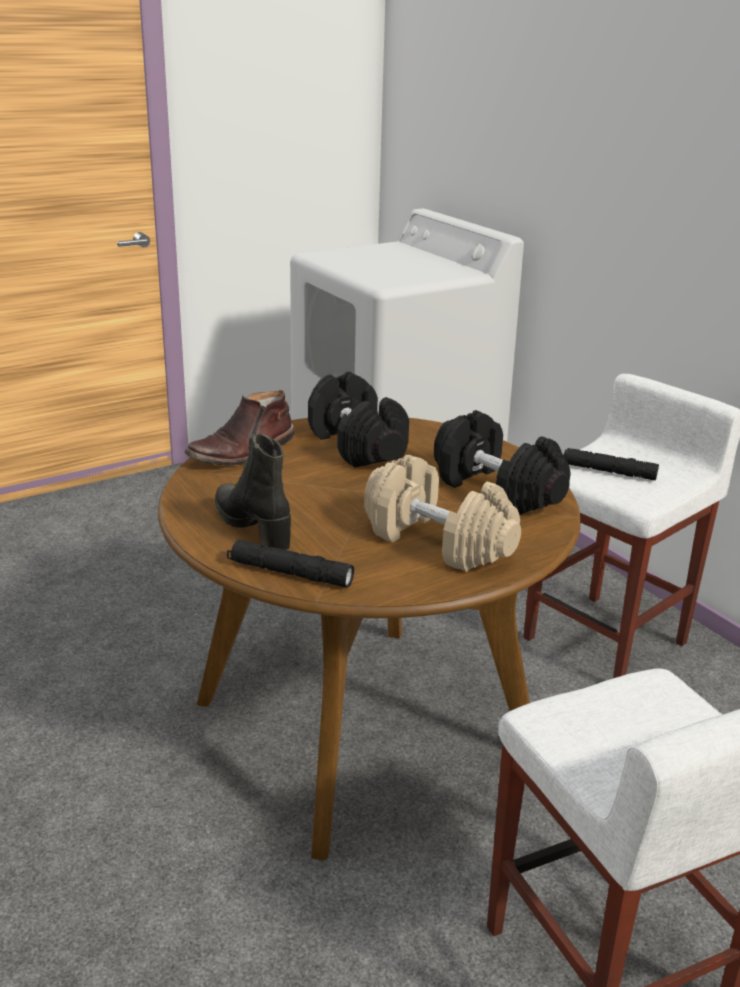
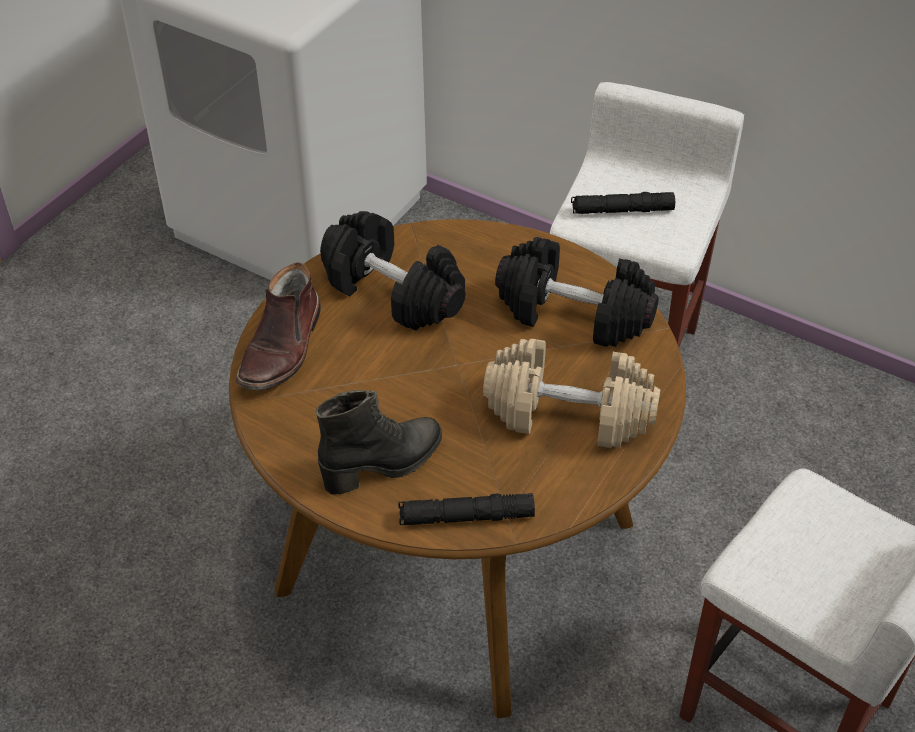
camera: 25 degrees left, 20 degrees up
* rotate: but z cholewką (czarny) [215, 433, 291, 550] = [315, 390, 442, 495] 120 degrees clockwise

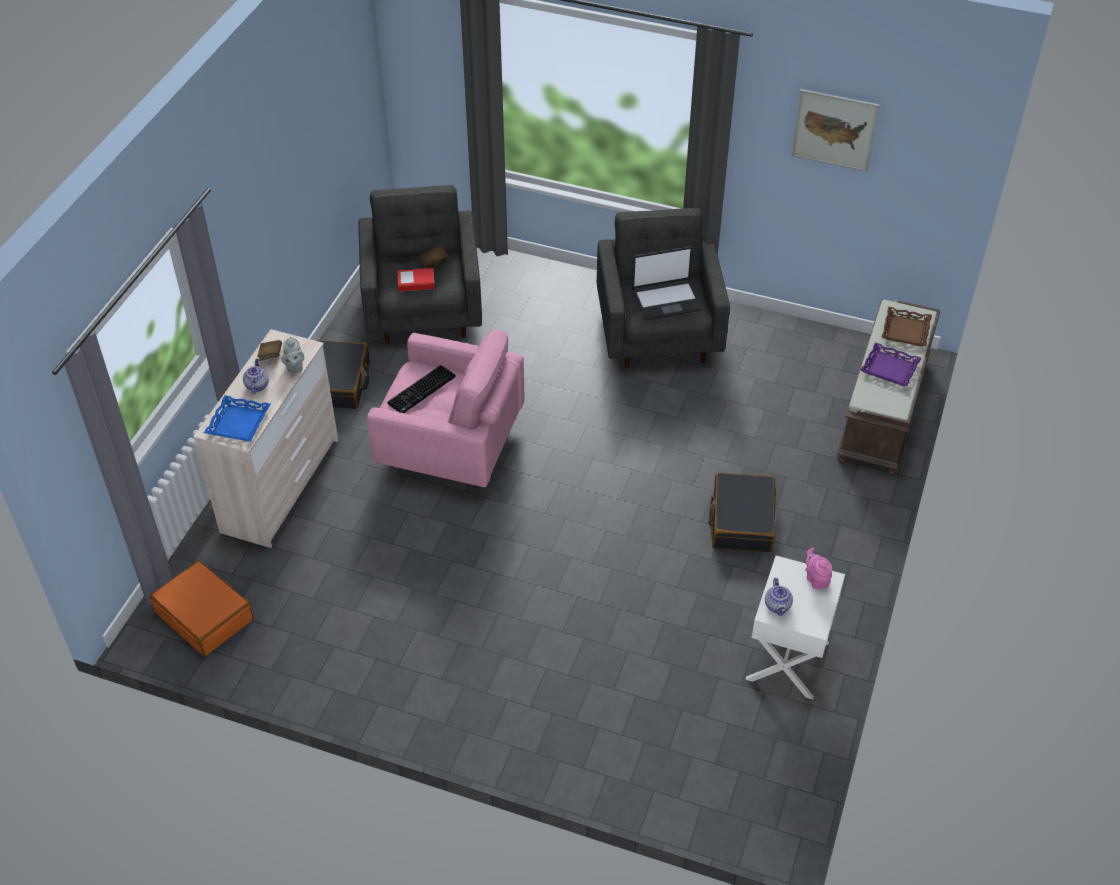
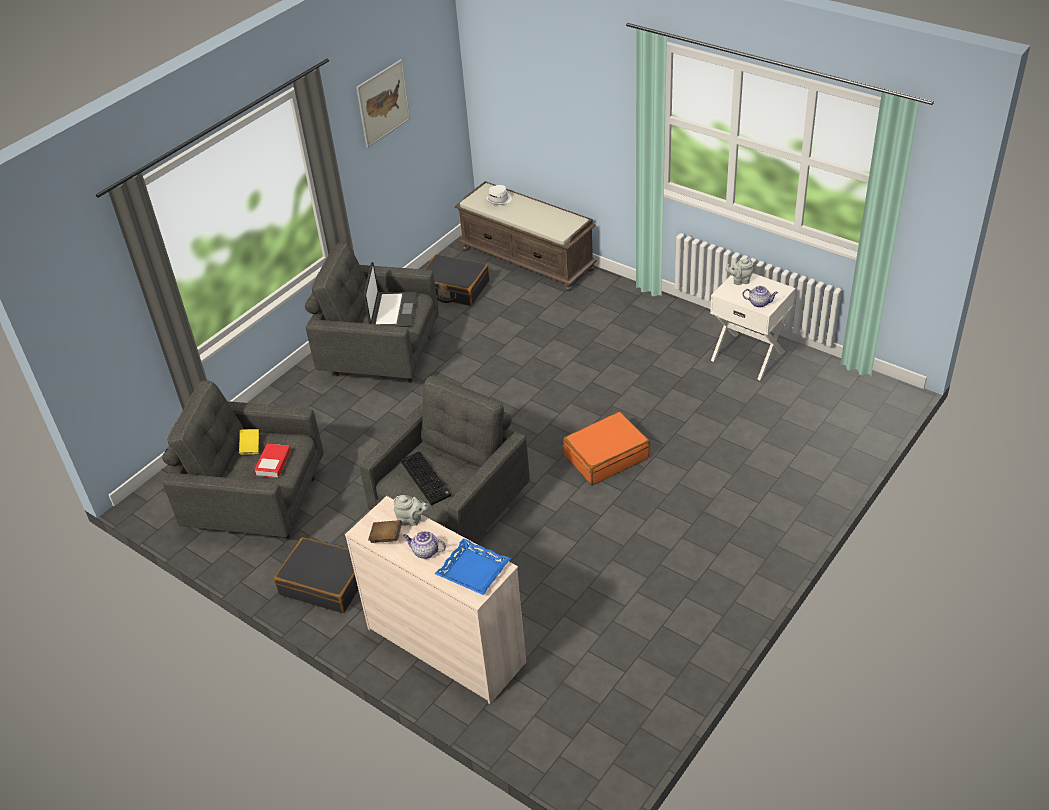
camera: 70 degrees left, 5 degrees down
* delete: taca (fioletowy) [860, 342, 922, 386]
* move: walizka (pomarańczowy) [150, 560, 253, 656] to [563, 411, 650, 485]
* move: walizka (czarny) [709, 473, 776, 553] to [424, 254, 489, 306]
* replace: taca (brązowy) [881, 307, 932, 346] to kapelusz (biały) [485, 185, 512, 205]
* recolor: fotel (różowy) [367, 330, 524, 487] to fotel (szary) [359, 375, 530, 543]
* recolor: książka (brązowy) [420, 244, 449, 268] to książka (żółty) [239, 429, 259, 454]
* recolor: imbryk (różowy) [805, 547, 832, 590] to imbryk (szary) [725, 258, 753, 285]

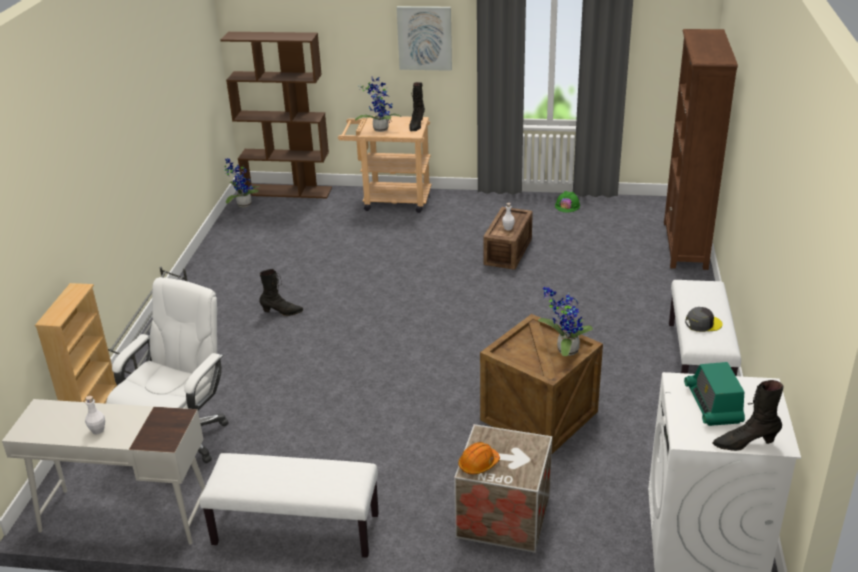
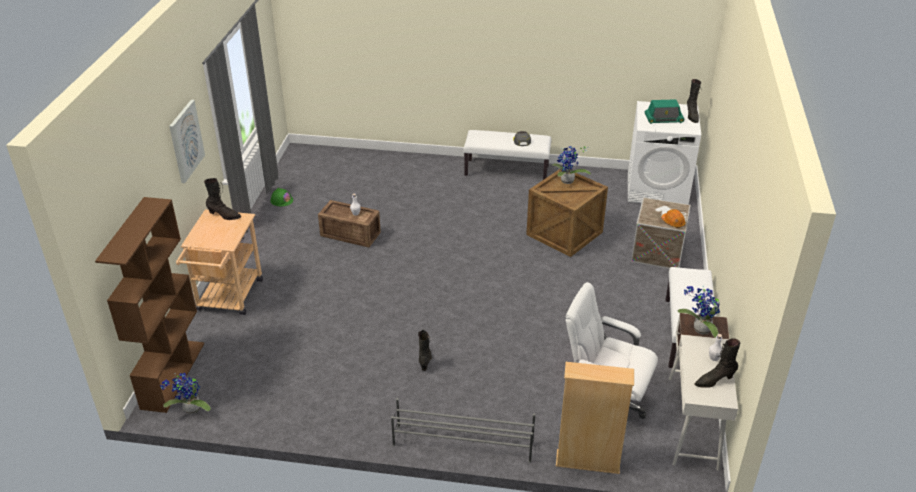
camera: 90 degrees left, 5 degrees up
* delete: regał (brązowy) [664, 29, 738, 270]
* insert: but z cholewką (czarny) [694, 338, 740, 388]
* move: roślina doniczkowa [355, 77, 401, 132] to [677, 286, 720, 338]

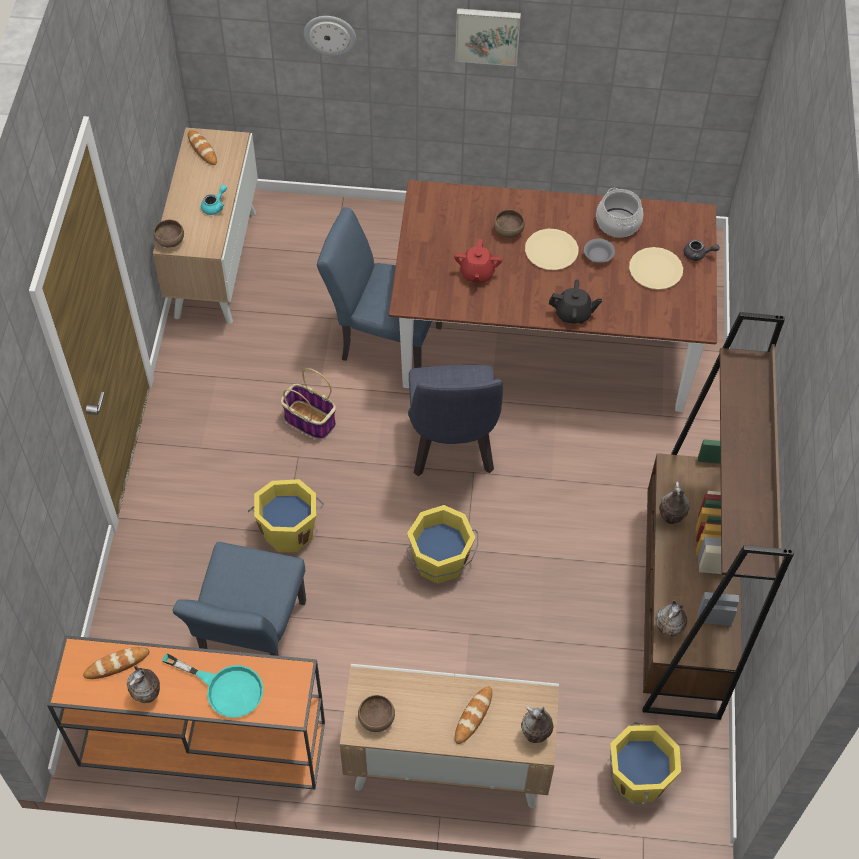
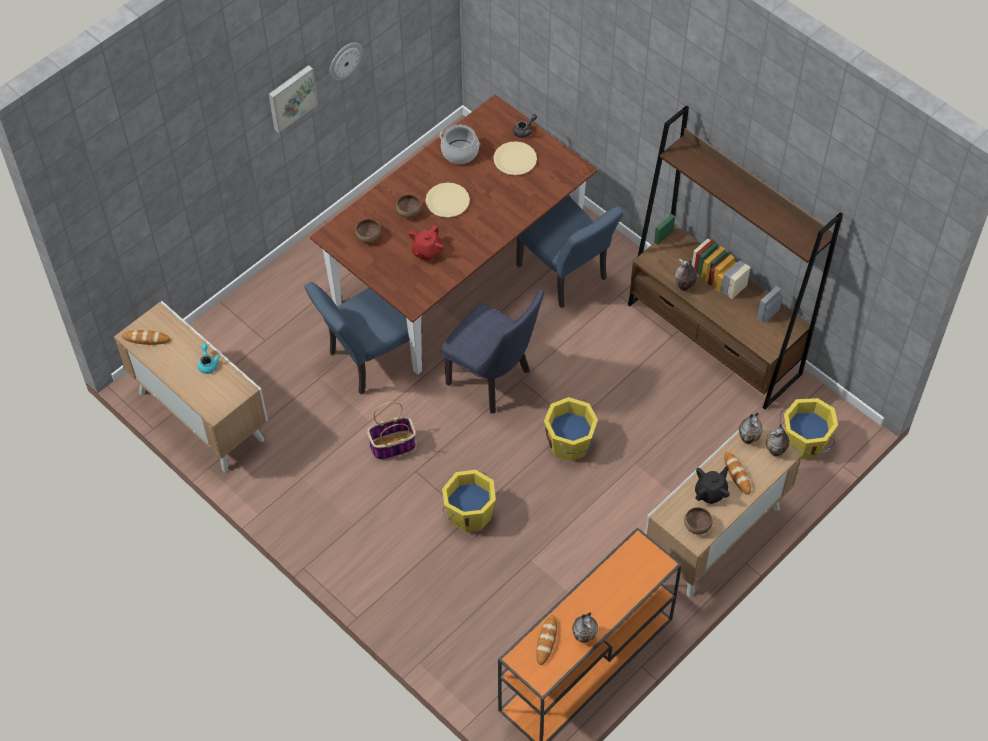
camera: 50 degrees left, 0 degrees up
* delete: patelnia (turkusowy) [162, 653, 263, 717]
* delete: miska (szary) [584, 239, 615, 263]
* move: miska (brązowy) [153, 220, 184, 248] to [355, 219, 381, 243]
* move: krzesło (niebieski) [173, 542, 306, 656] to [516, 195, 624, 308]
* move: zegar ścienny [304, 16, 356, 56] to [329, 42, 363, 81]
* move: imbryk (czarny) [549, 280, 602, 324] to [695, 466, 730, 504]
* move: wazon [655, 600, 687, 637] to [739, 412, 763, 444]
* rotate: imbryk (czerwony) [454, 239, 502, 283] = [409, 225, 444, 261] 75 degrees clockwise

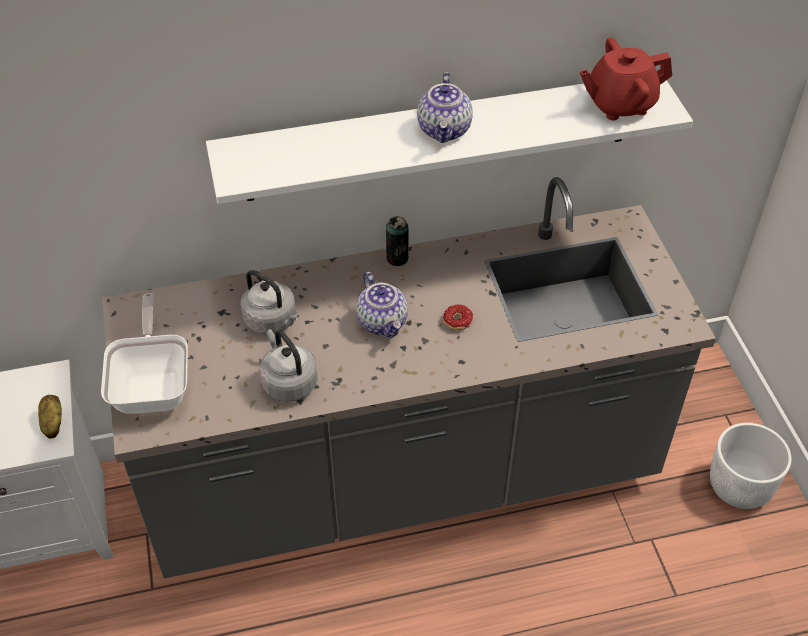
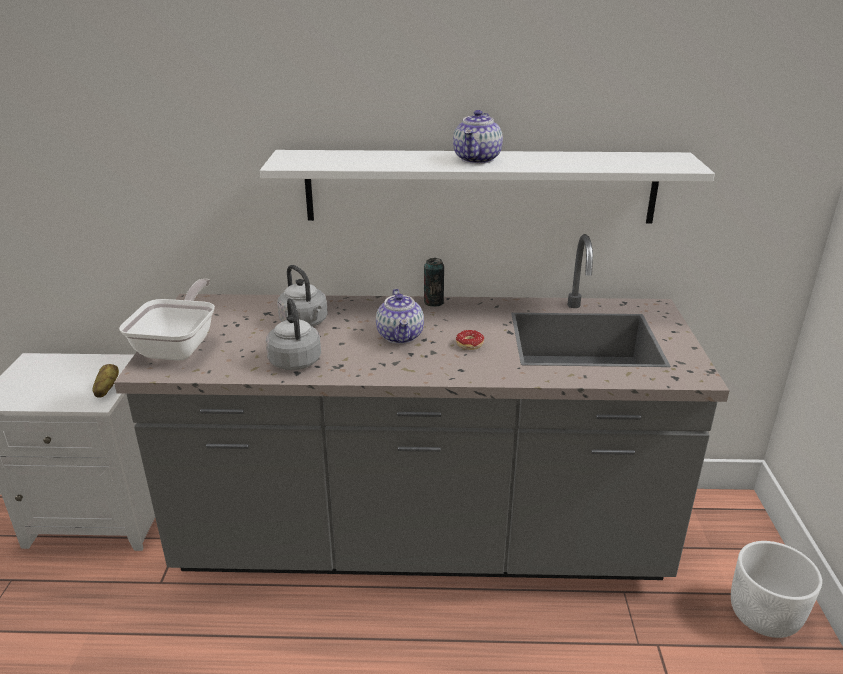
camera: 15 degrees right, 20 degrees down
* delete: imbryk (czerwony) [580, 38, 672, 120]

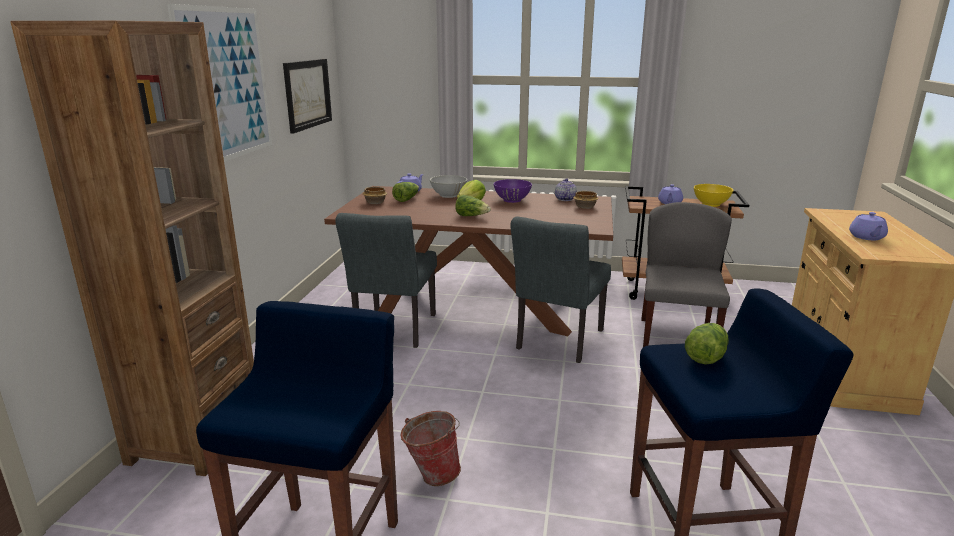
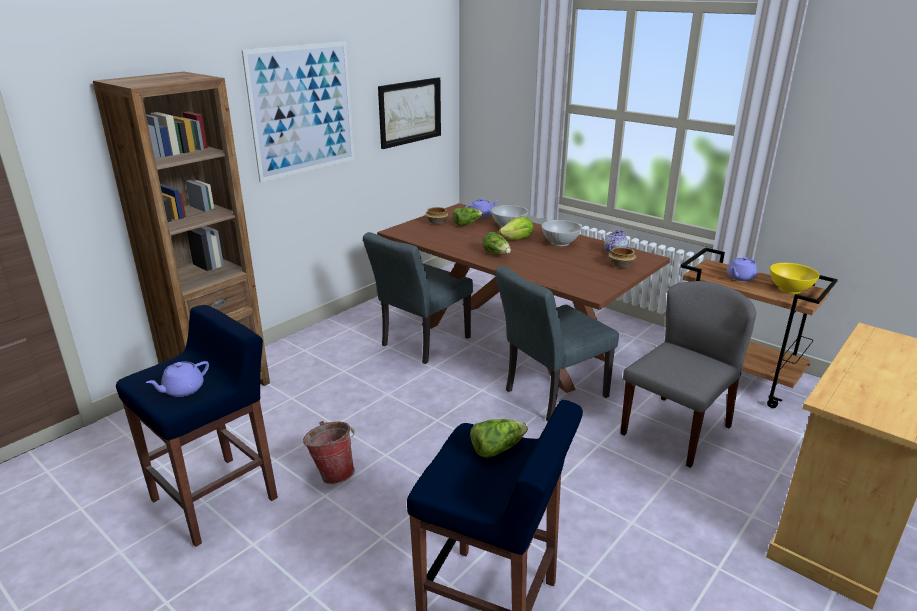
camera: 30 degrees right, 5 degrees up
* move: imbryk (fioletowy) [849, 212, 888, 240] to [146, 361, 209, 397]
* recolor: miska (fioletowy) [493, 179, 532, 203] to miska (biały) [541, 220, 582, 246]

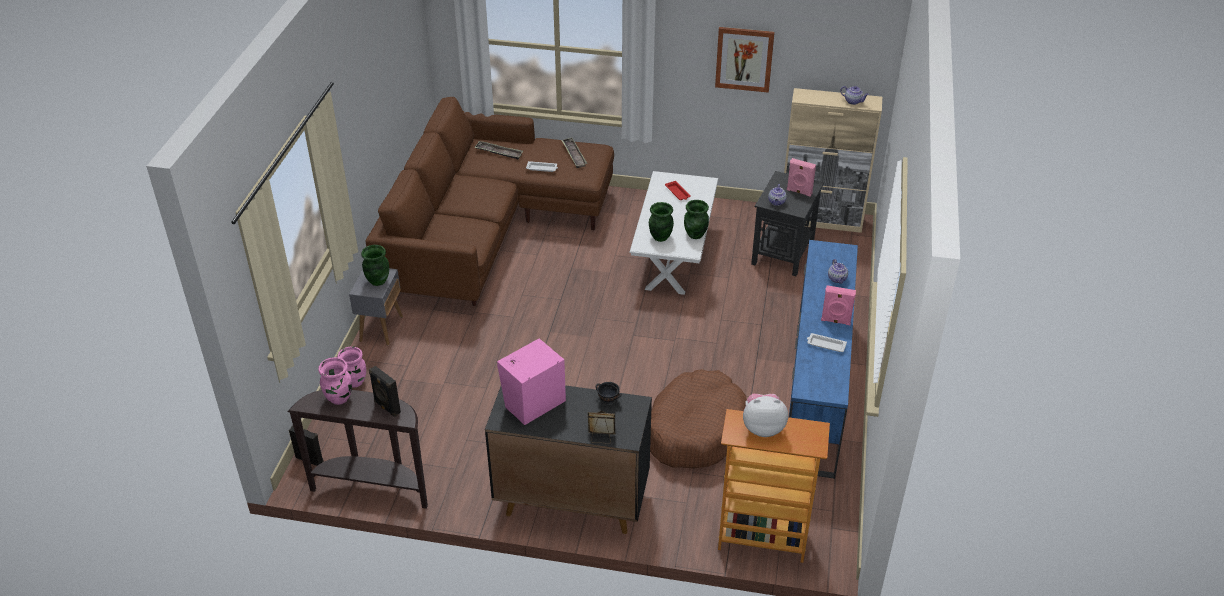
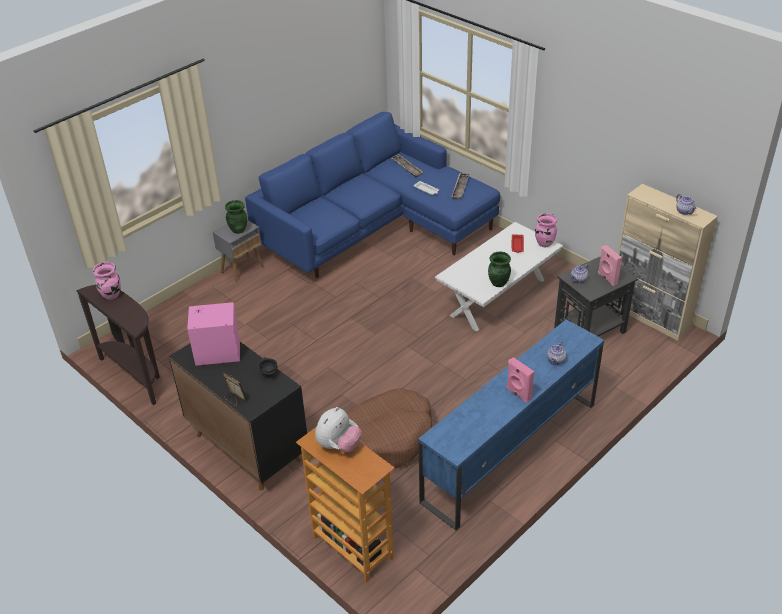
camera: 35 degrees right, 0 degrees up
* delete: głośnik (czarny) [369, 366, 401, 417]
* delete: wazon (zielony) [649, 202, 674, 242]
* delete: obraz [715, 27, 775, 93]
* delete: taca (biały) [807, 333, 847, 352]
* move: wazon (różowy) [337, 346, 366, 387] to [535, 213, 557, 247]
* recolor: kanapa (brązowy) [366, 97, 614, 306] to kanapa (niebieski) [245, 112, 500, 278]
* rotate: pluszak [743, 394, 788, 437] = [315, 407, 362, 452] 90 degrees clockwise

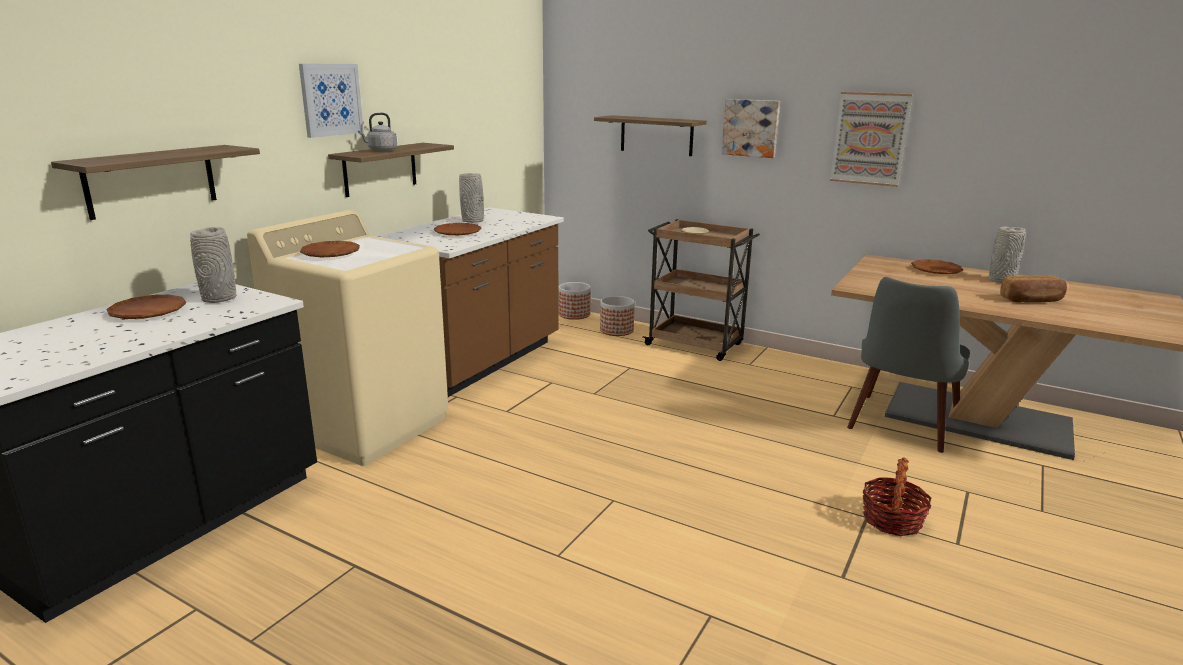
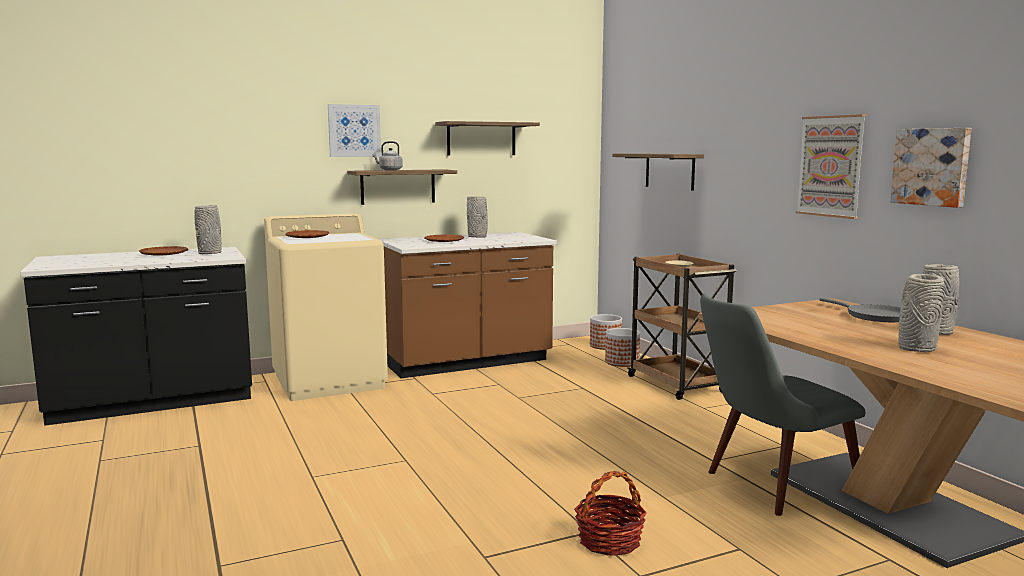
camera: 35 degrees right, 10 degrees down
* move: półka [51, 145, 260, 220] to [435, 121, 540, 156]
* move: obraz [722, 99, 780, 158] to [890, 128, 971, 208]
* replace: talerz (brązowy) [911, 259, 963, 274] to patelnia (szary) [819, 298, 900, 322]
* replace: chleb [1000, 275, 1067, 302] to wazon (szary) [898, 274, 945, 352]

